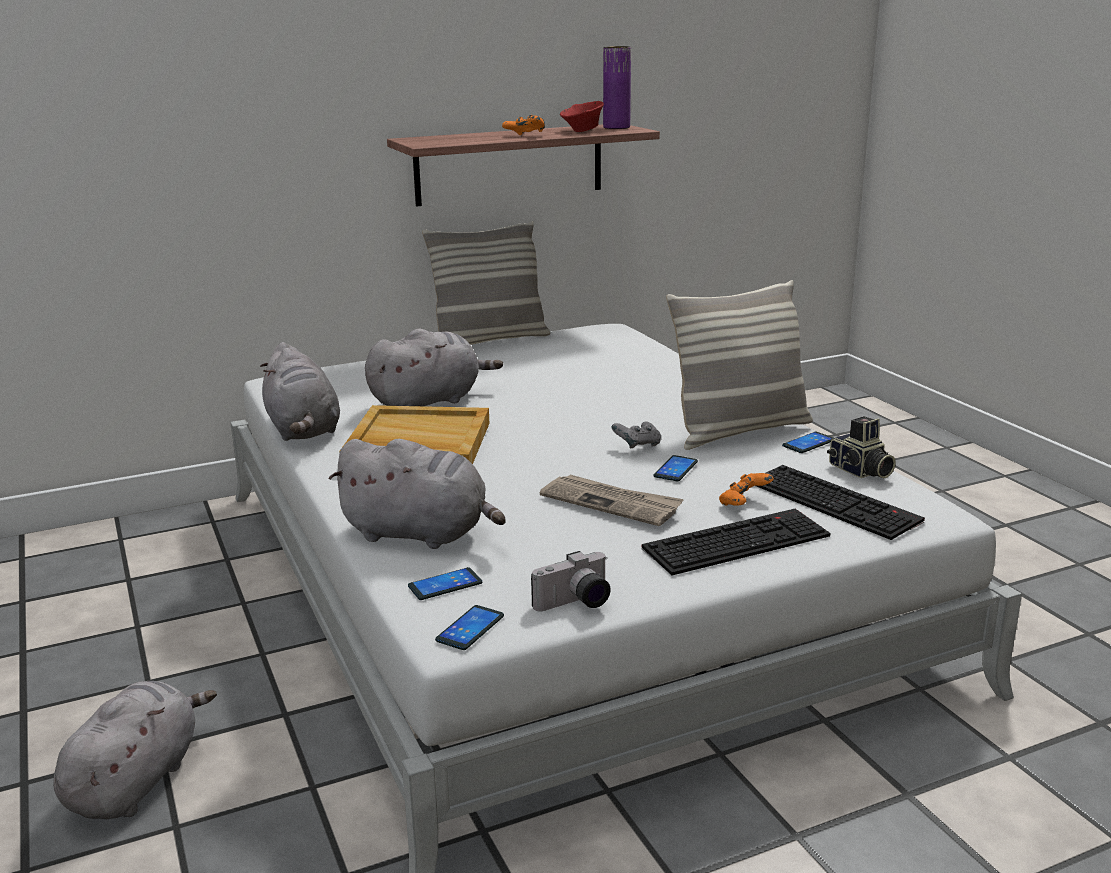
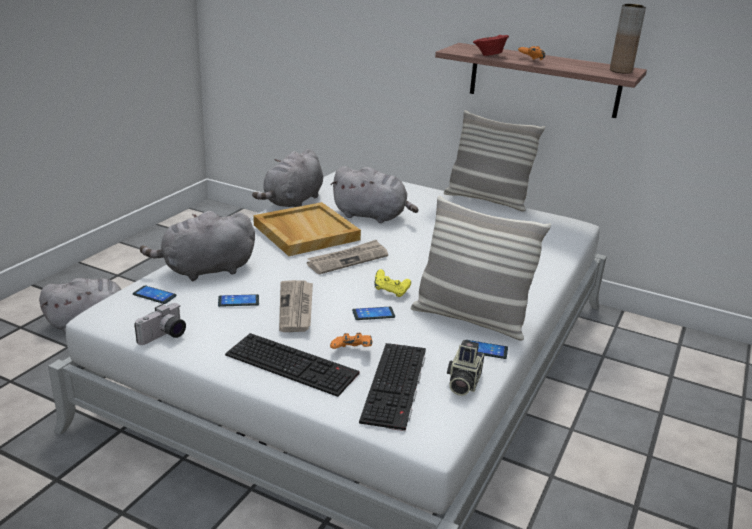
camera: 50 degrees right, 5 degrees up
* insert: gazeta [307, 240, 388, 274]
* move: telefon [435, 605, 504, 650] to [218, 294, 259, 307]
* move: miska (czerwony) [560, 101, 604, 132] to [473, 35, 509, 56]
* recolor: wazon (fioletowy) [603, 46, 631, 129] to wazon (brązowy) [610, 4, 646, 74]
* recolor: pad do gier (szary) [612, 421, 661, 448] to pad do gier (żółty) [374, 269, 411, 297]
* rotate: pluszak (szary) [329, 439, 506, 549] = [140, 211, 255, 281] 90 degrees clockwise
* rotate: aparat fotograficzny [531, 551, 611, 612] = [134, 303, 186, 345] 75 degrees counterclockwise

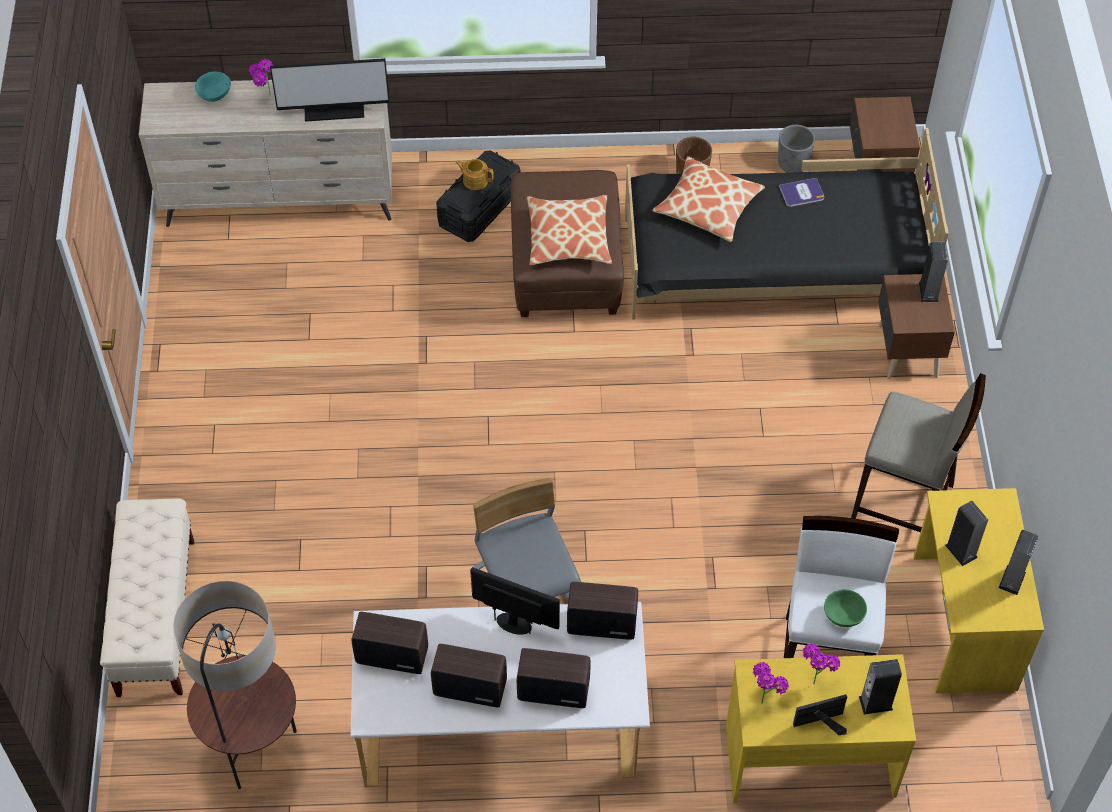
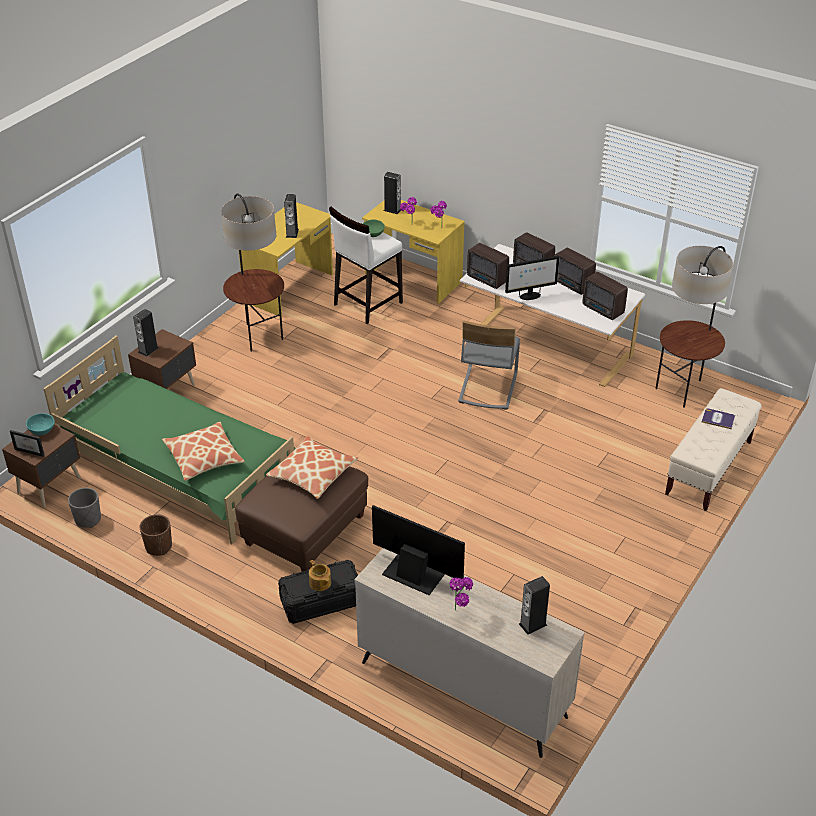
camera: 145 degrees left, 15 degrees down
* move: miska (turkusowy) [195, 71, 231, 102] to [26, 413, 55, 436]
* move: książka [779, 178, 824, 207] to [702, 408, 735, 429]
* move: ramka na zdjęcie [793, 694, 847, 735] to [10, 430, 45, 457]
* move: głośnik [999, 530, 1038, 595] to [519, 576, 550, 635]
* replace: stołek (beżowy) [851, 373, 986, 532] to lampa stojąca [221, 194, 284, 352]
* recolor: łóżko (czarny) [625, 128, 949, 320] to łóżko (zielony) [43, 336, 296, 544]
* rotate: monitor [470, 567, 560, 635] = [505, 256, 560, 300] 75 degrees counterclockwise

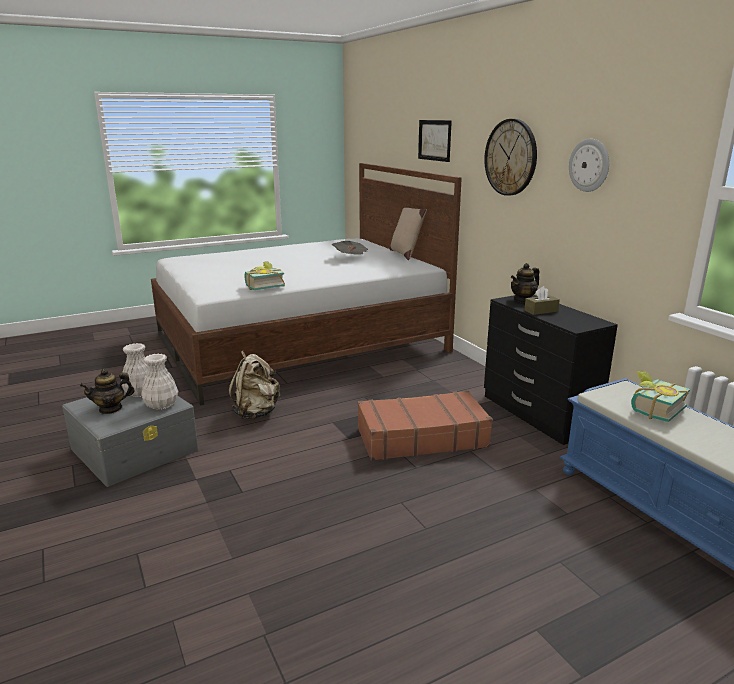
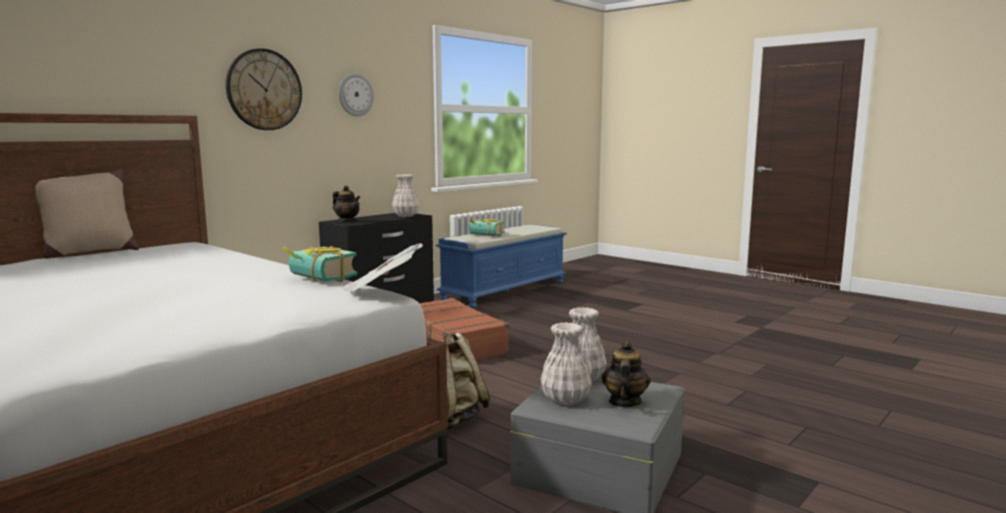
camera: 110 degrees left, 10 degrees down
* delete: obraz [418, 120, 452, 162]
* delete: pudełko chusteczek (brązowy) [525, 286, 560, 315]
* insert: wazon (biały) [392, 174, 420, 217]
* move: gazeta [332, 241, 368, 255] to [343, 243, 423, 293]
* rotate: imbryk [80, 369, 135, 414] = [602, 340, 651, 407] 120 degrees counterclockwise

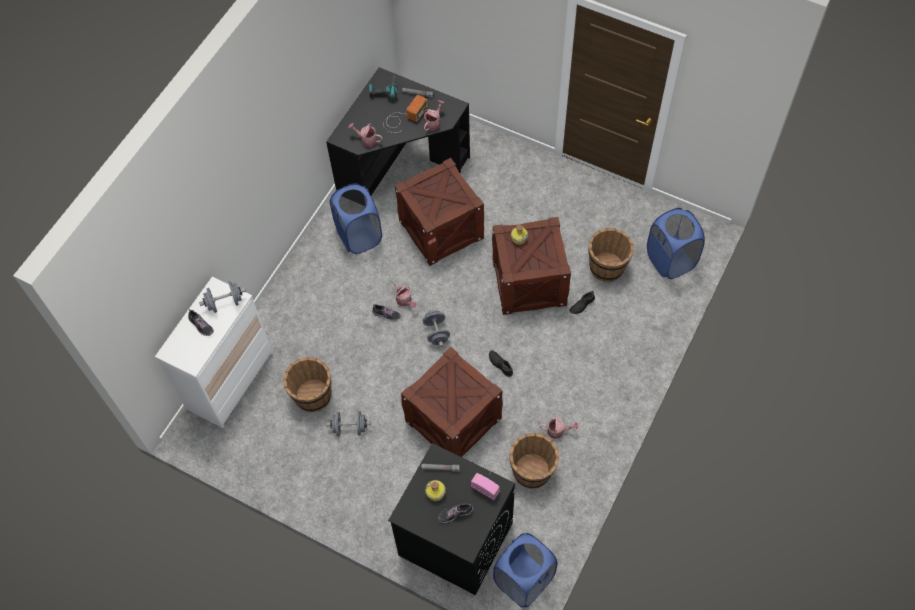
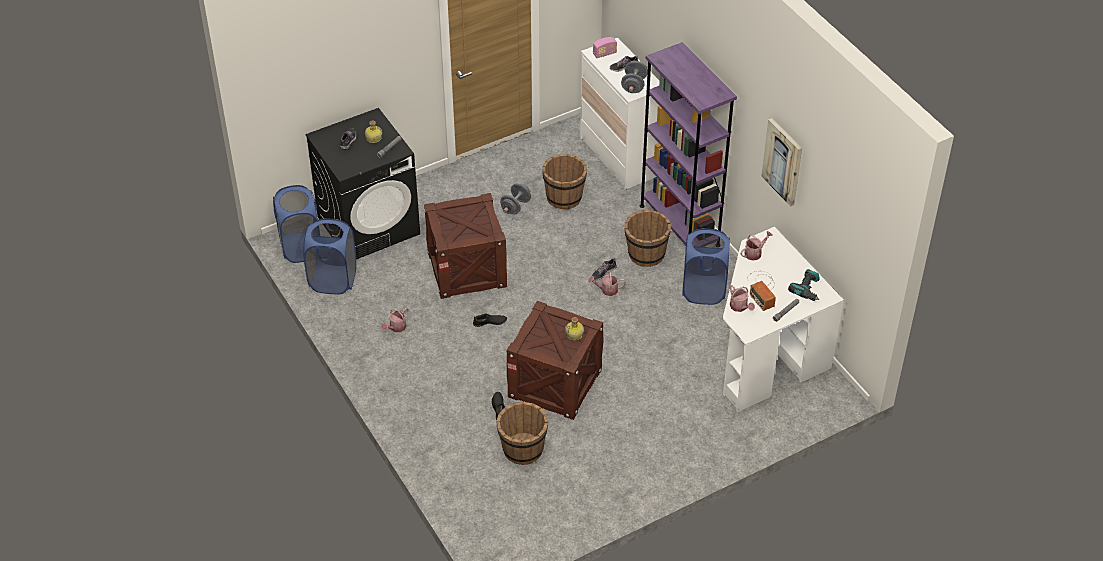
camera: 120 degrees right, 15 degrees down
* delete: skrzynka [395, 158, 484, 266]
* delete: hantel (szary) [423, 309, 450, 347]
* insert: regał (fioletowy) [640, 42, 737, 245]
* insert: obraz [761, 118, 802, 207]
* move: radio [471, 473, 500, 500] to [593, 37, 617, 58]
* move: wiadro (brązowy) [509, 433, 559, 489] to [625, 210, 671, 267]
* move: kosz na pranie (niebieski) [647, 208, 705, 279] to [303, 218, 356, 294]
* recolor: biurko (czarny) [326, 67, 470, 196] to biurko (biały) [723, 227, 844, 412]

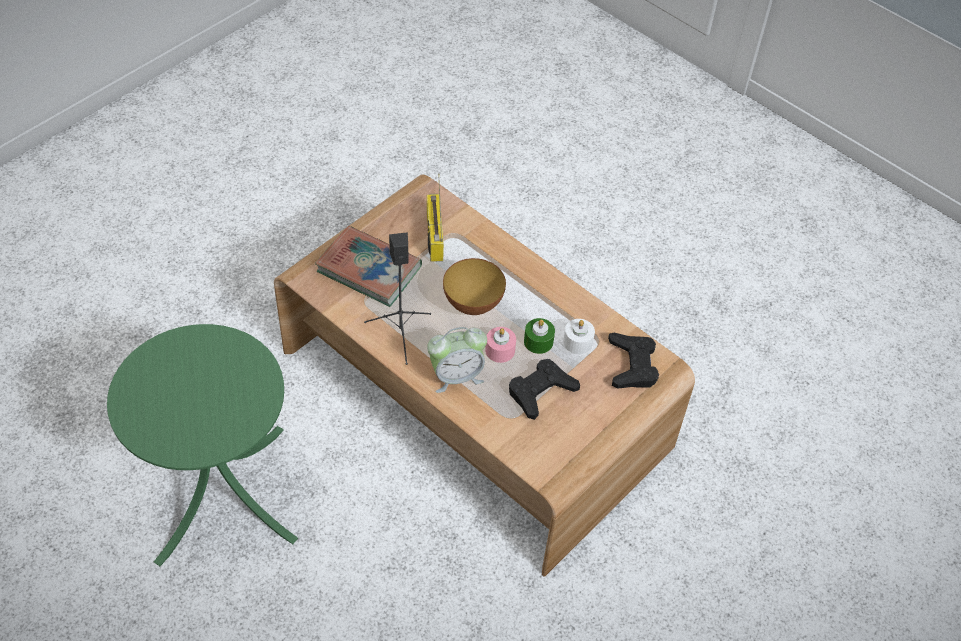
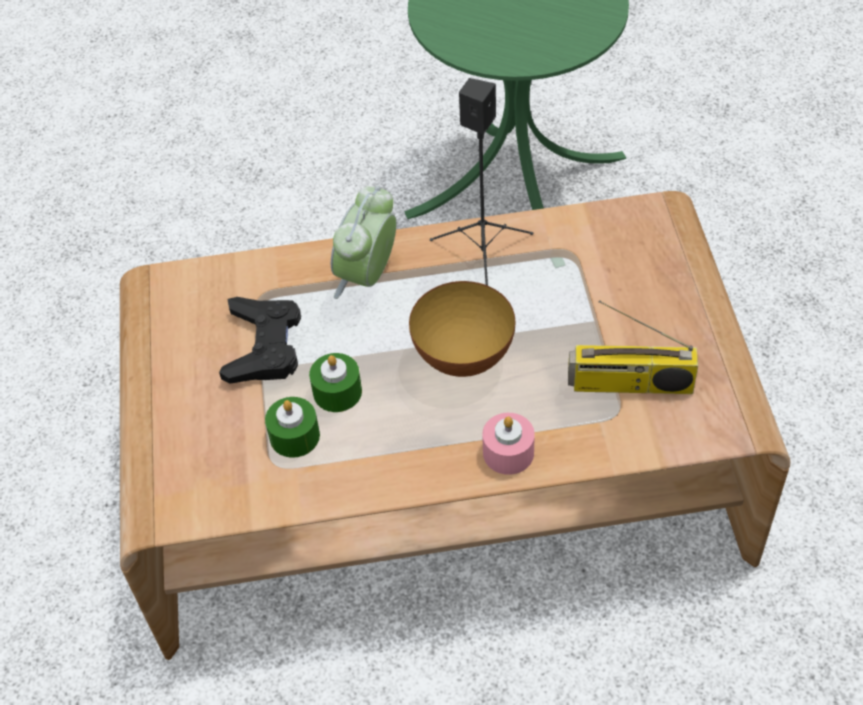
camera: 135 degrees right, 0 degrees up
* delete: książka [315, 226, 422, 307]
* delete: pad do gier (czarny) [608, 332, 659, 389]
* move: świeca (różowy) [485, 327, 516, 363] to [482, 413, 535, 475]
* recolor: świeca (biały) [563, 319, 595, 354] to świeca (zielony) [265, 397, 320, 458]
* rotate: radio [427, 173, 444, 262] = [568, 300, 698, 394] 150 degrees clockwise

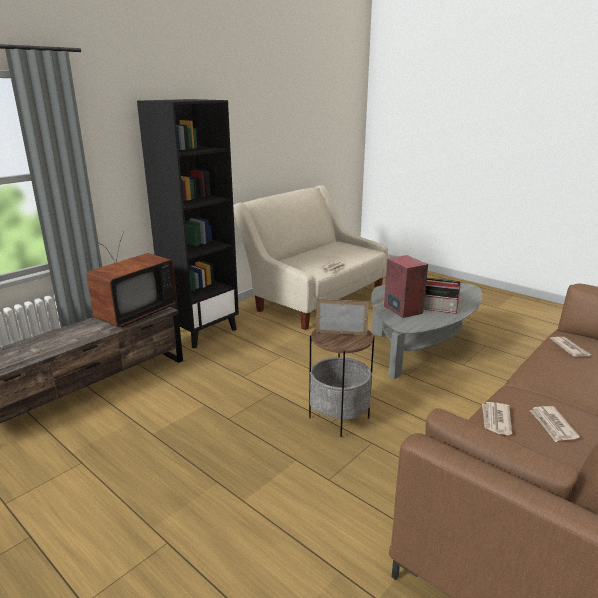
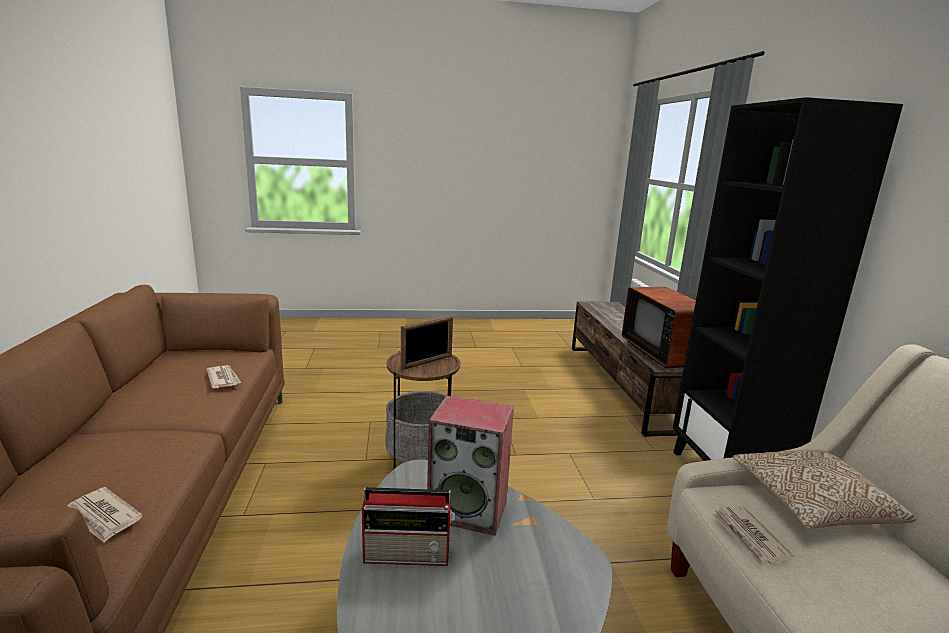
camera: 130 degrees right, 5 degrees down
* delete: gazeta [530, 406, 580, 442]
* insert: poduszka [733, 450, 916, 529]
* rotate: radio [424, 278, 461, 314] = [362, 487, 455, 566] 150 degrees counterclockwise

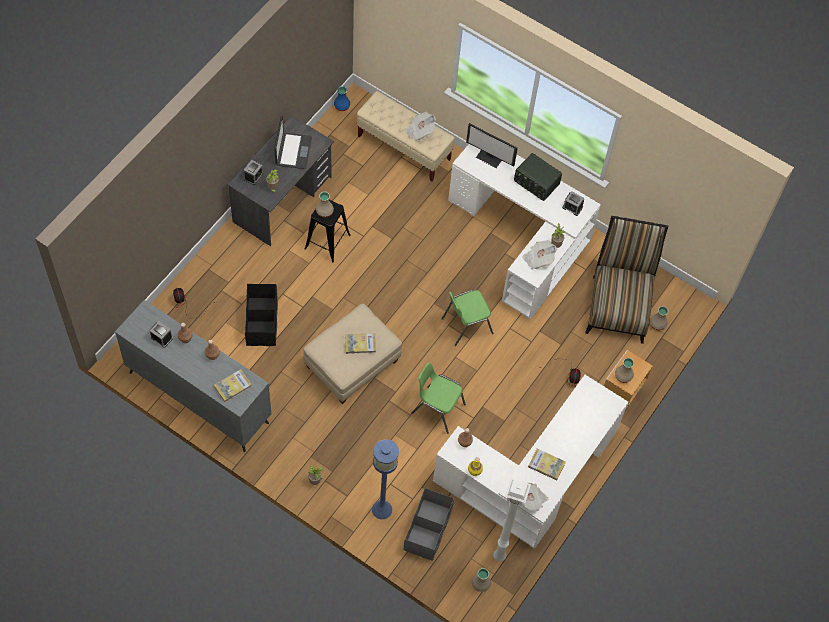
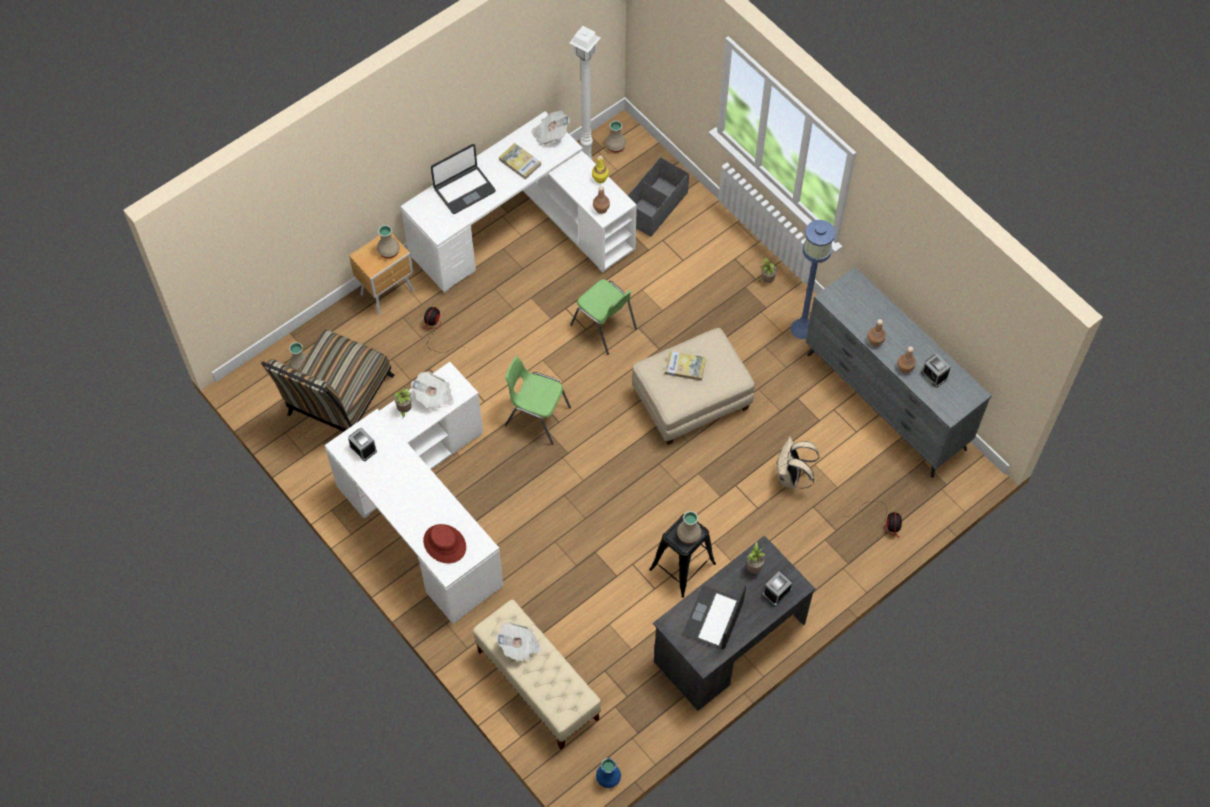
camera: 160 degrees left, 0 degrees up
* delete: książka [214, 369, 252, 402]
* delete: radio [514, 153, 562, 201]
* insert: laptop [431, 144, 496, 214]
* move: lampa stojąca (niebieski) [372, 439, 399, 520] to [791, 220, 835, 339]
* replace: pojemnik do przechowywania (czarny) [245, 284, 278, 346] to plecak (beżowy) [776, 436, 819, 489]
* replace: monitor [466, 123, 518, 168] to kapelusz (czerwony) [423, 524, 466, 563]
* rotate: krzesło (zielony) [442, 290, 493, 346] = [505, 357, 571, 445] 150 degrees counterclockwise

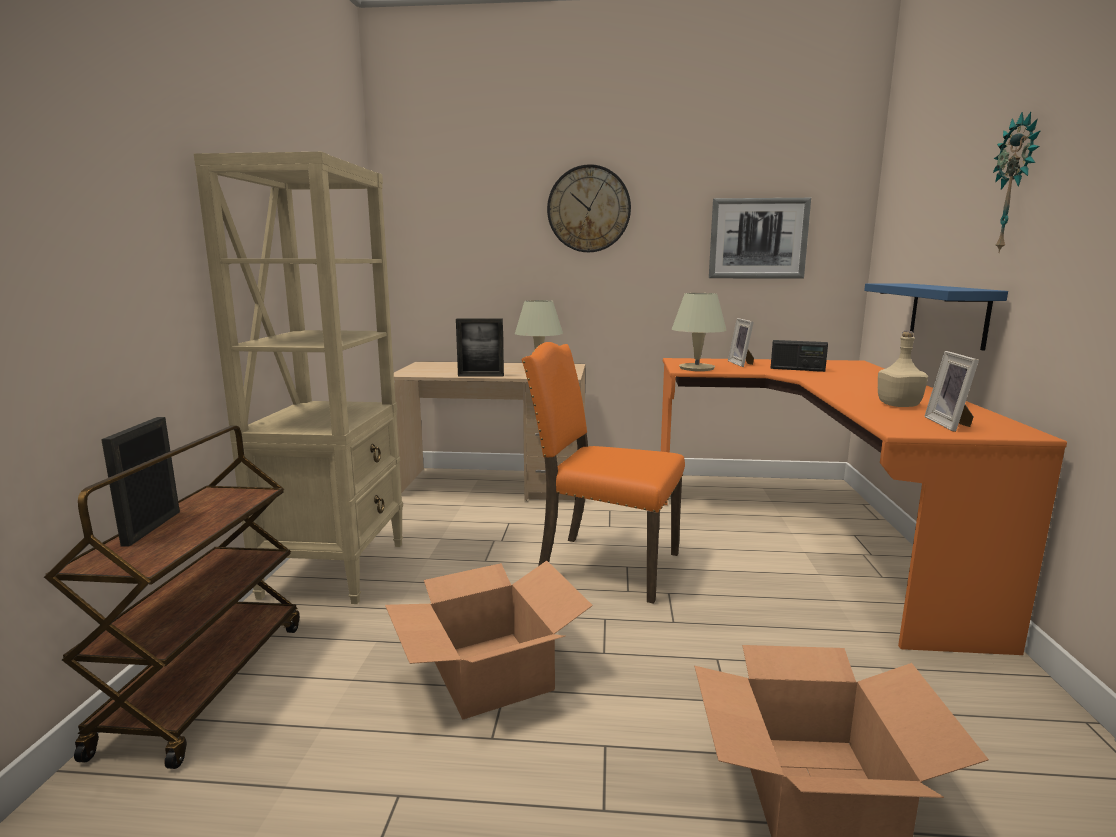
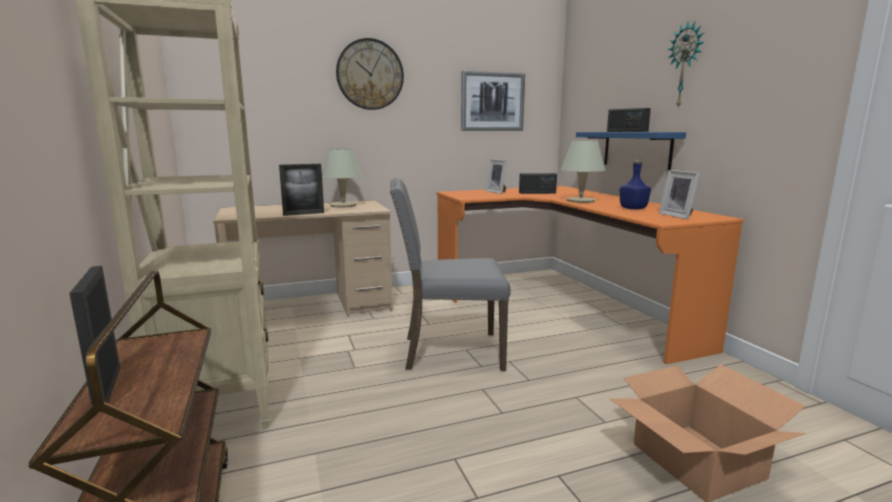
camera: 25 degrees left, 0 degrees up
* delete: karton [385, 561, 593, 720]
* insert: radio [607, 108, 651, 132]
* move: lampa stołowa (beżowy) [672, 293, 727, 371] to [561, 141, 605, 203]
* recolor: krzesło (pomarańczowy) [522, 342, 685, 604] to krzesło (szary) [390, 178, 511, 371]
* recolor: butelka (beżowy) [878, 331, 928, 407] to butelka (niebieski) [620, 159, 651, 209]

